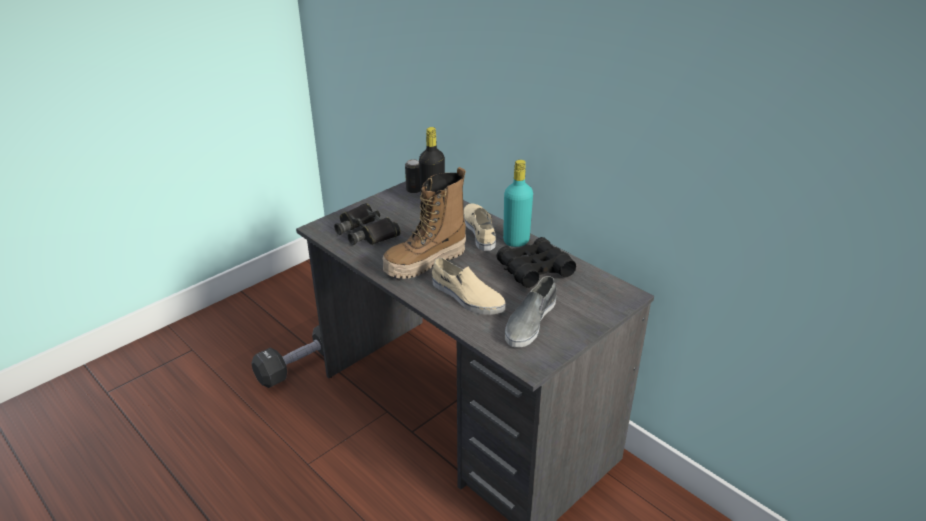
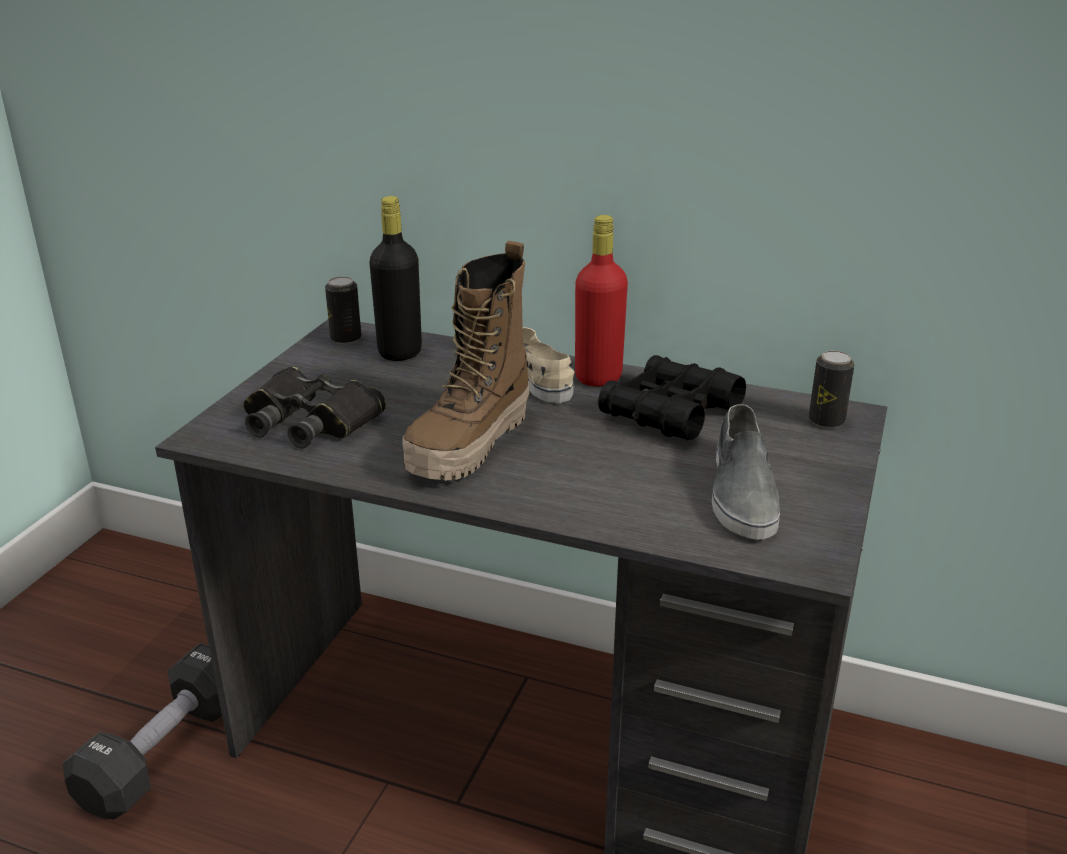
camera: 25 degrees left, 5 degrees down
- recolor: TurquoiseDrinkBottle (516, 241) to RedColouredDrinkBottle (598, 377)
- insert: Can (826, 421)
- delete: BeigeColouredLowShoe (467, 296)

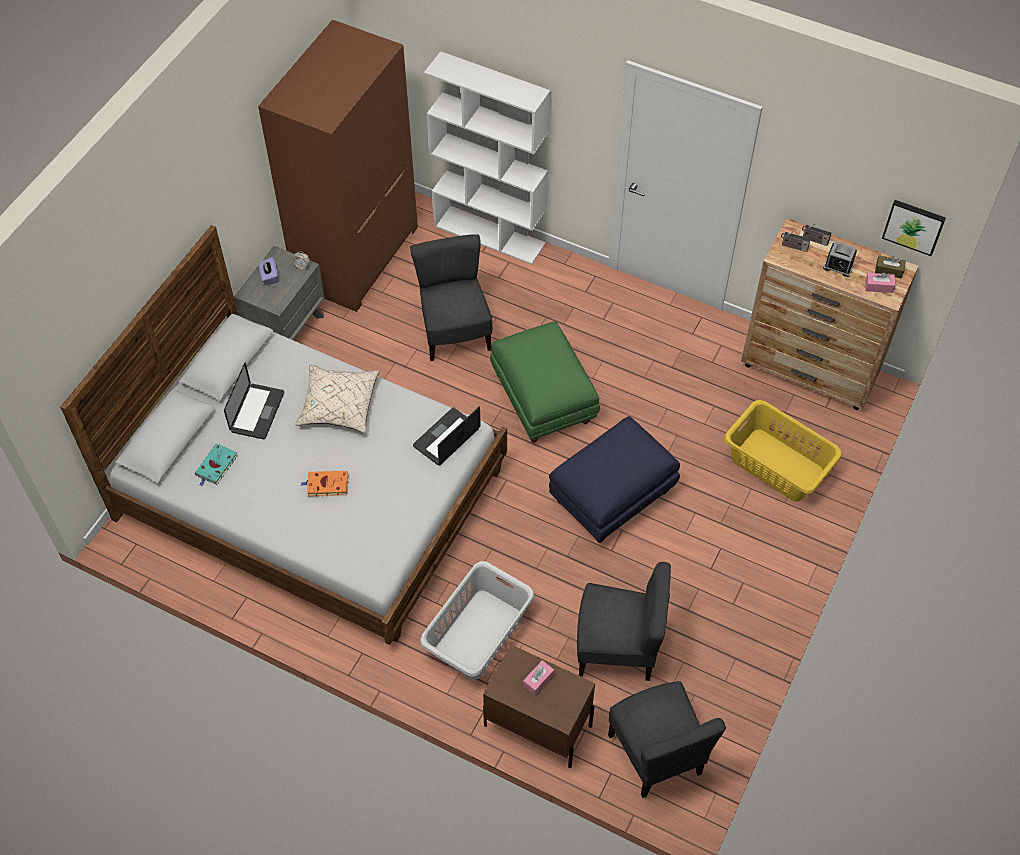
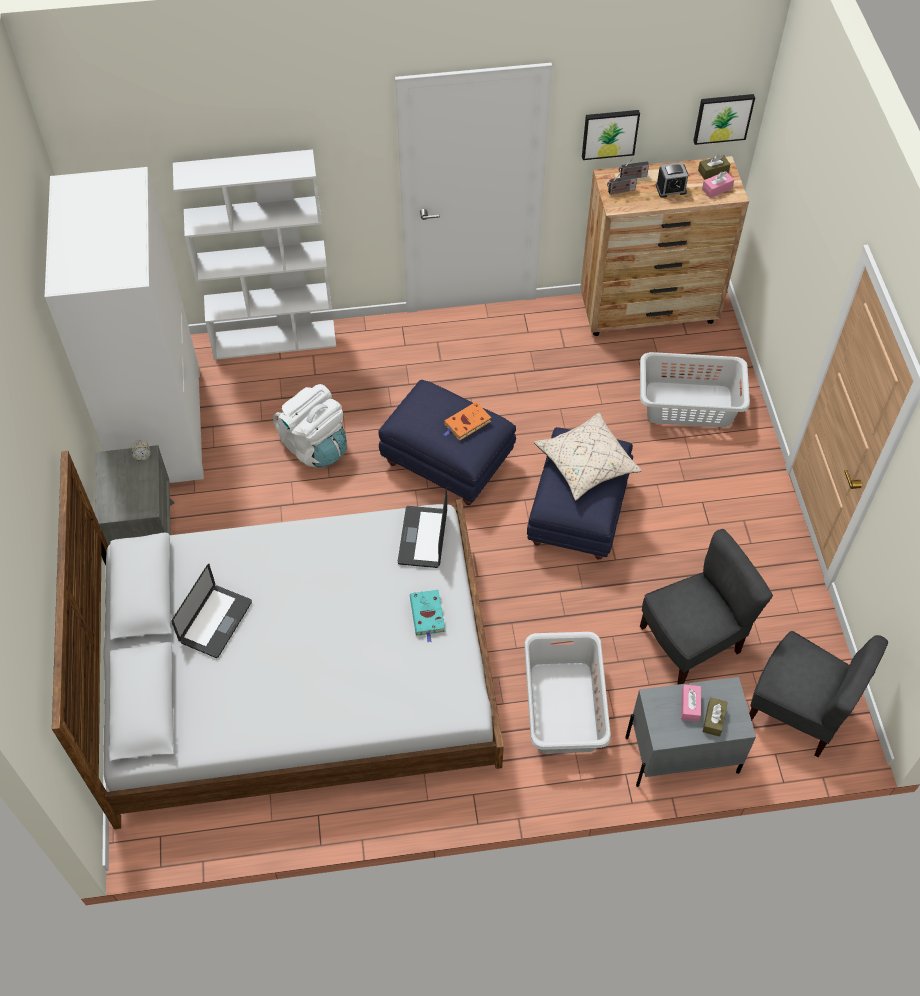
camera: 35 degrees left, 0 degrees up
- recolor: BrownishClothesCupboard (356, 255) to WhitishClothesCupboard (158, 426)
- rotate: Laptop (257, 412) = (216, 622) 45 degrees clockwise
- replace: GreyishChair (454, 332) to WhitishRucksack (315, 446)
- recolor: GreenOttoman (544, 401) to BlueOttoman (448, 462)
- move: TurquoiseVolume (216, 467) to (428, 615)
- move: OrangeColouredVolume (326, 485) to (466, 423)
- move: BeigeColouredCushion (338, 405) to (586, 464)
- insert: WallArt (609, 133)
- recolor: BrownishBedsideTable (537, 725) to GreyishBedsideTable (681, 754)
- recolor: YellowLaundryBasket (777, 466) to GreyishLaundryBasket (689, 405)
- insert: BrownishTissueBox (713, 719)
- delete: PurplishTissueBox (269, 276)

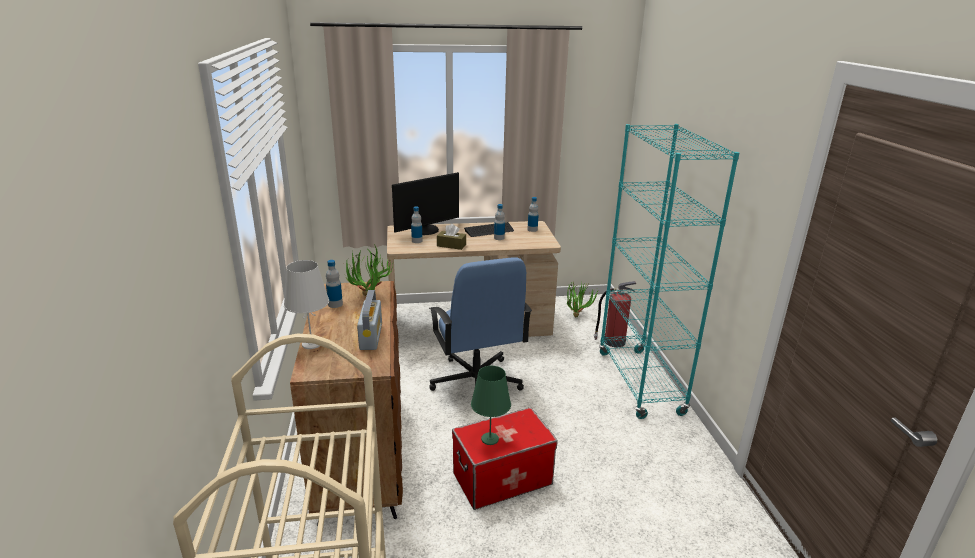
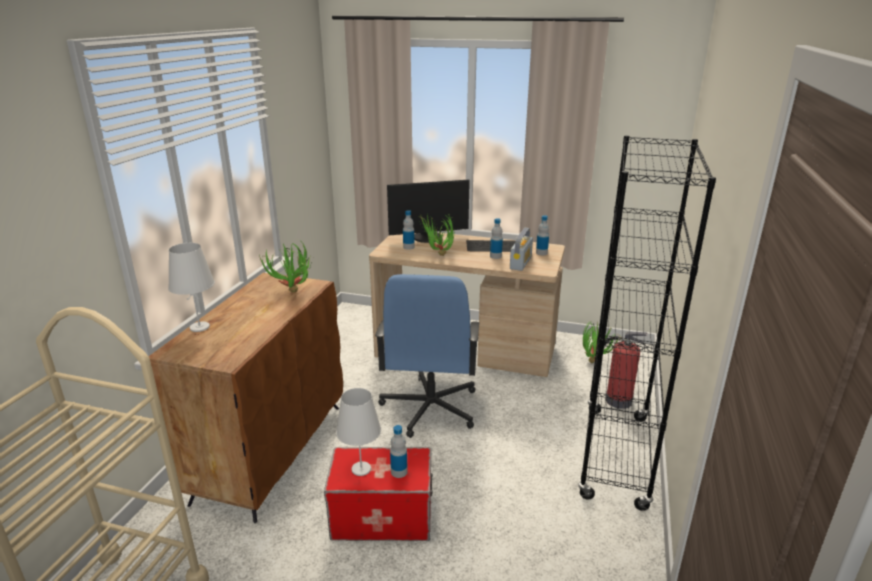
camera: 25 degrees right, 0 degrees up
- recolor: GreenLampForATable (490, 439) to WhitishLampForATable (361, 469)
- move: DrinkBottle (335, 304) to (399, 472)
- replace: BrownishTissueBox (451, 245) to PottedPlant (438, 256)
- move: RadioReceiver (371, 336) to (520, 263)
- recolor: TurquoiseBookshelf (639, 383) to BlackishBookshelf (615, 456)

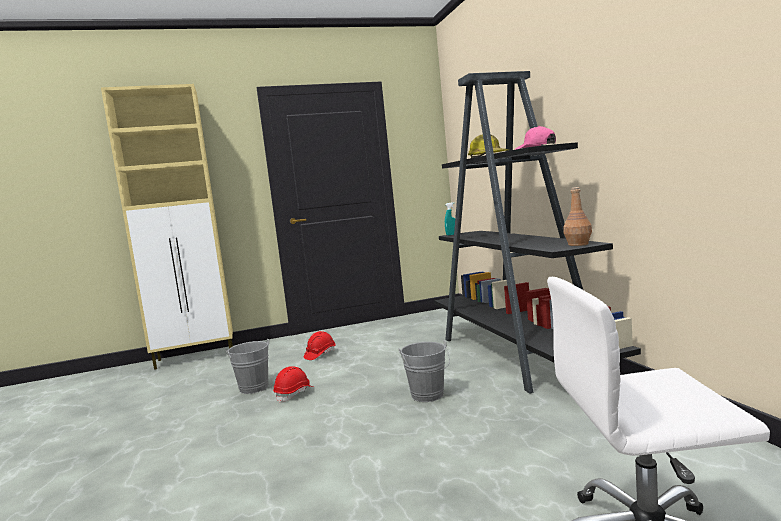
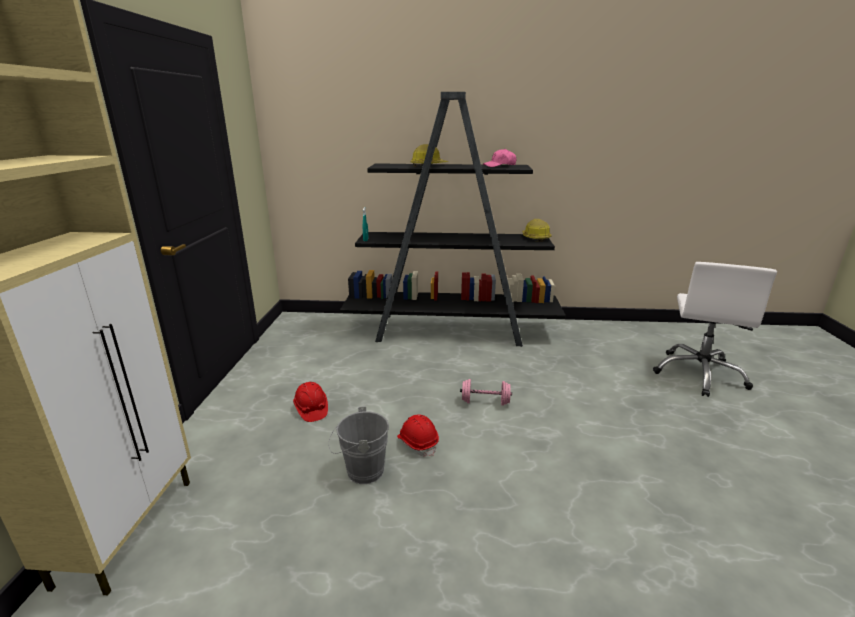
camera: 70 degrees left, 15 degrees up
- insert: PinkishFreeWeight (485, 402)
- replace: BrownishDrinkBottle (577, 244) to SafetyHelmet (535, 238)
- delete: GreyishBucket (428, 396)

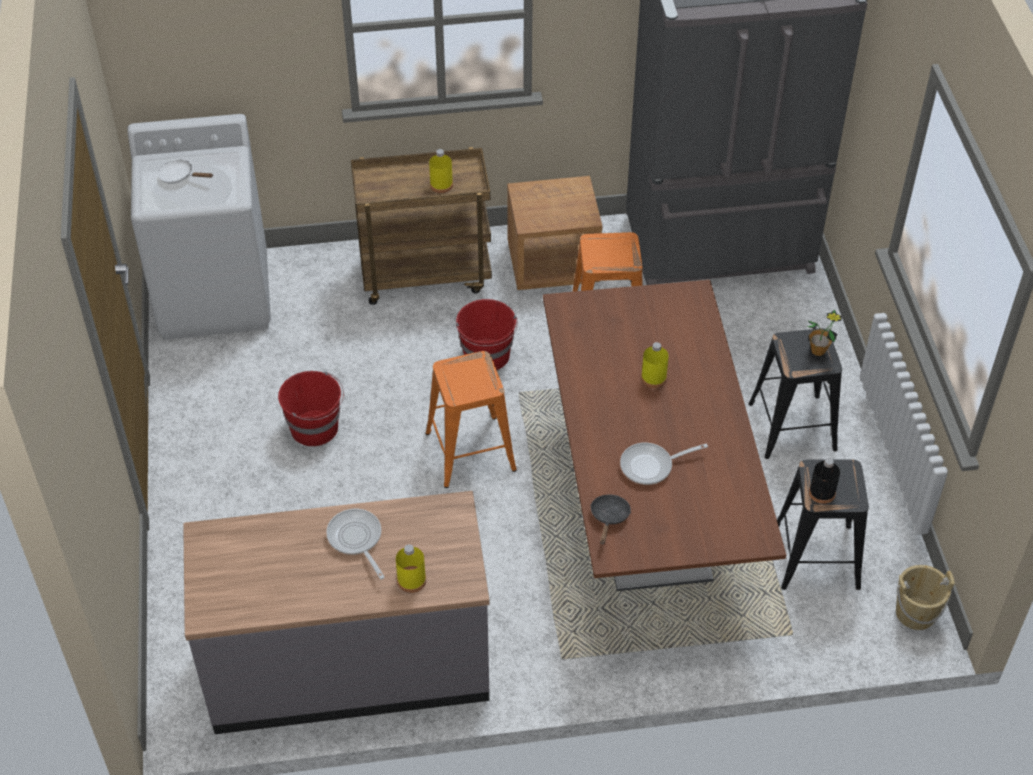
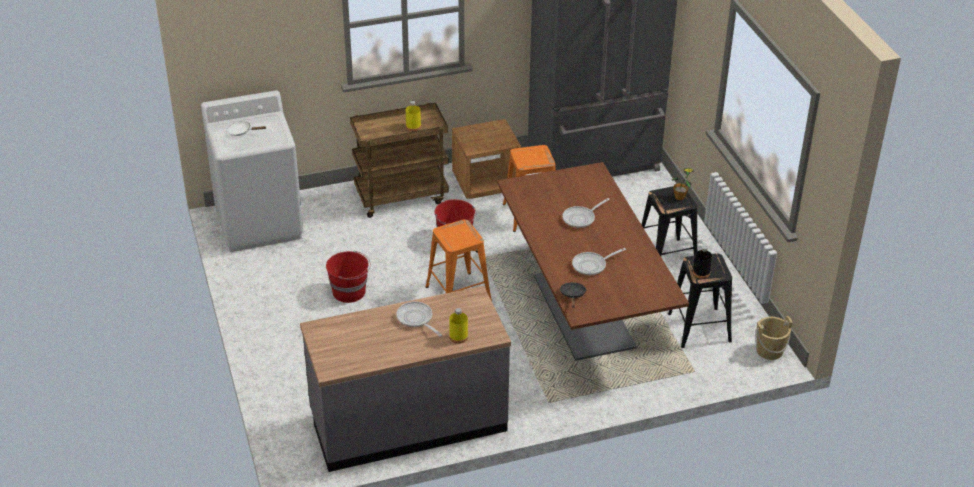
camera: 10 degrees left, 10 degrees down
- replace: YellowDrinkBottle (653, 378) to Pan (581, 218)

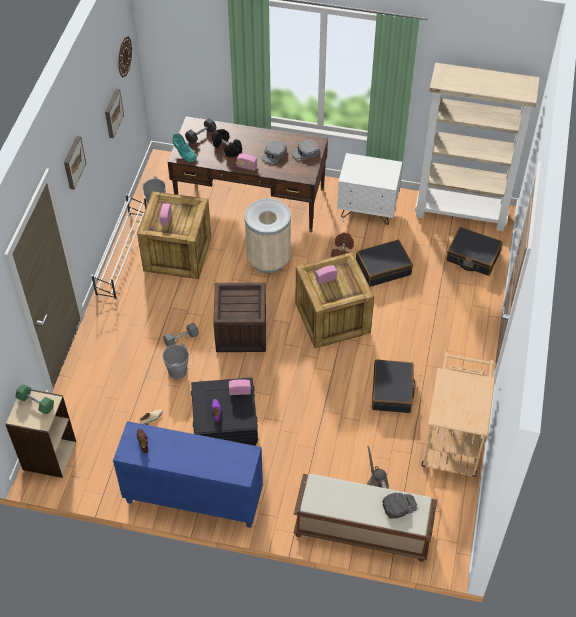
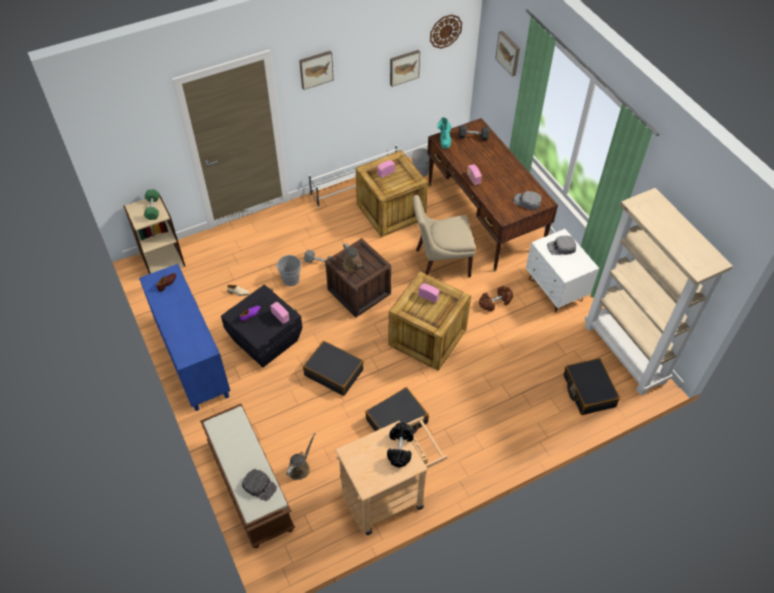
camera: 50 degrees right, 0 degrees up
- move: BlackishSuitcase (383, 268) to (334, 372)
- insert: BrownishWateringPot (353, 266)
- move: BlackishFreeWeight (226, 148) to (400, 448)
- replace: BeigeColouredWasteBin (268, 259) to BeigeColouredChair (440, 263)
- insert: WallArt (509, 53)
- move: GreyishCap (274, 154) to (561, 247)

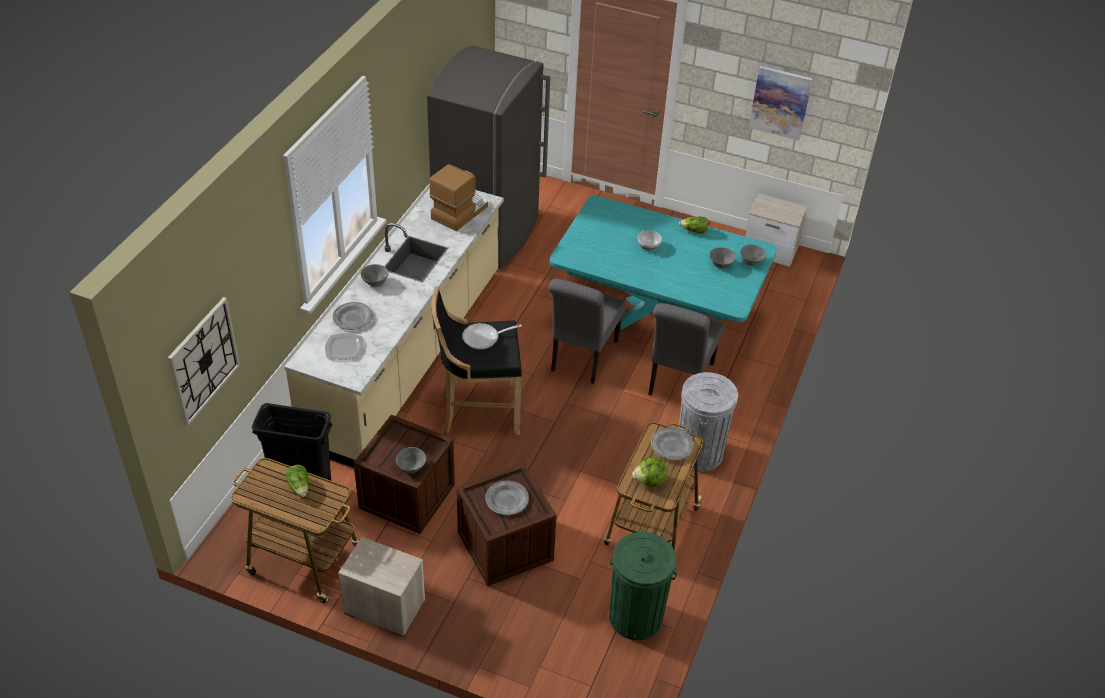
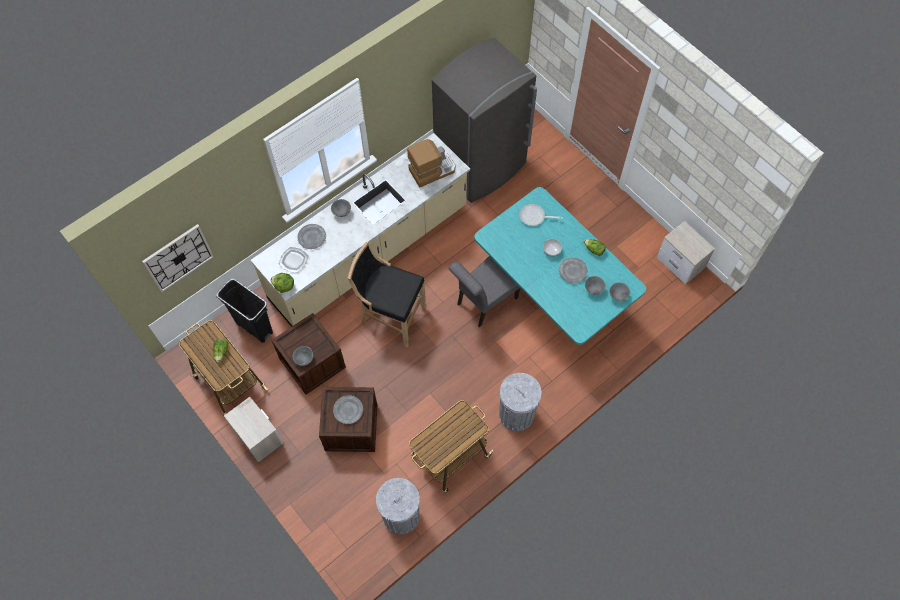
camera: 30 degrees right, 20 degrees up
- move: Lettuce (650, 481) to (284, 286)
- recolor: GreenWasteBin (635, 617) to GreyishWasteBin (401, 516)
- move: Pan (484, 338) to (534, 217)
- move: GreyishDinnerPlate (672, 445) to (573, 271)
- delete: GreyishChair (678, 382)
- delete: WallArt (780, 102)

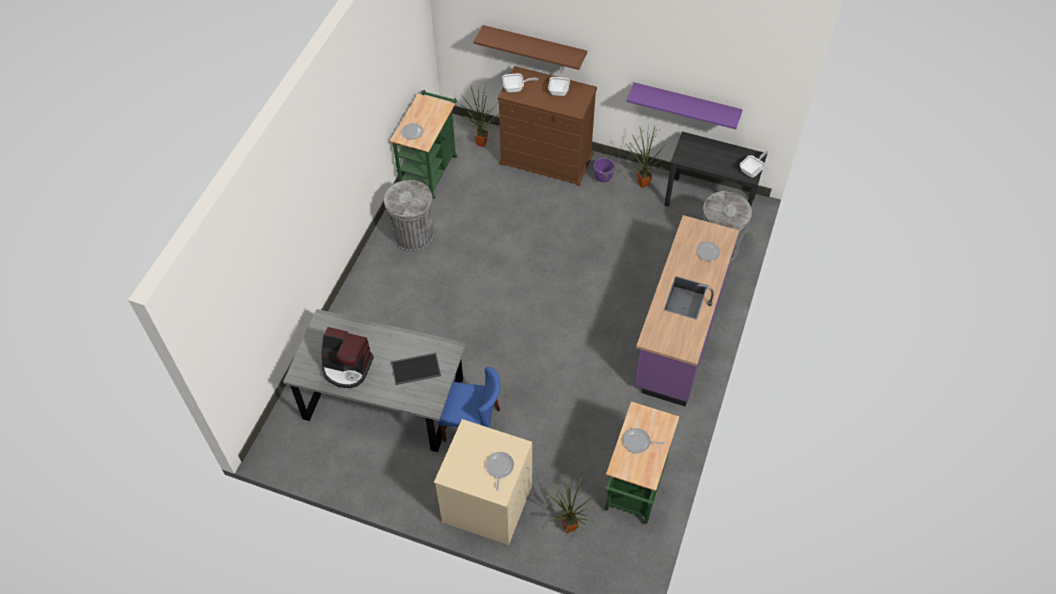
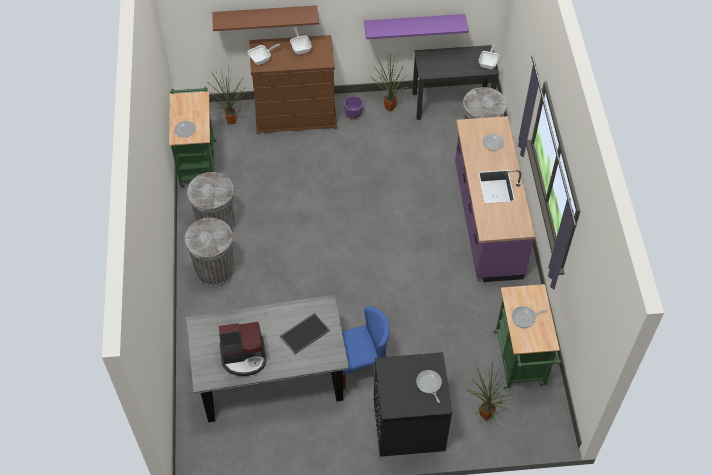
camera: 25 degrees left, 0 degrees up
- insert: GreyishWasteBin (215, 270)
- recolor: BeigeColouredWashingMachine (486, 503) to BlackishWashingMachine (408, 425)

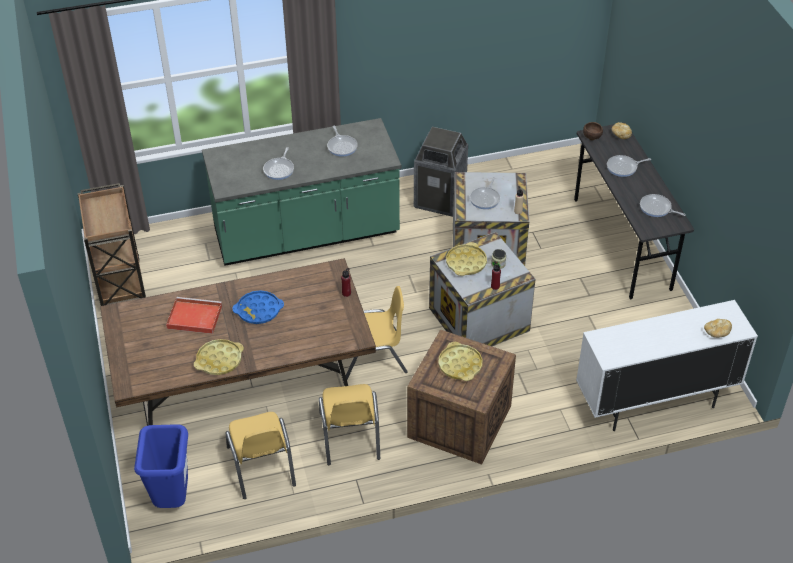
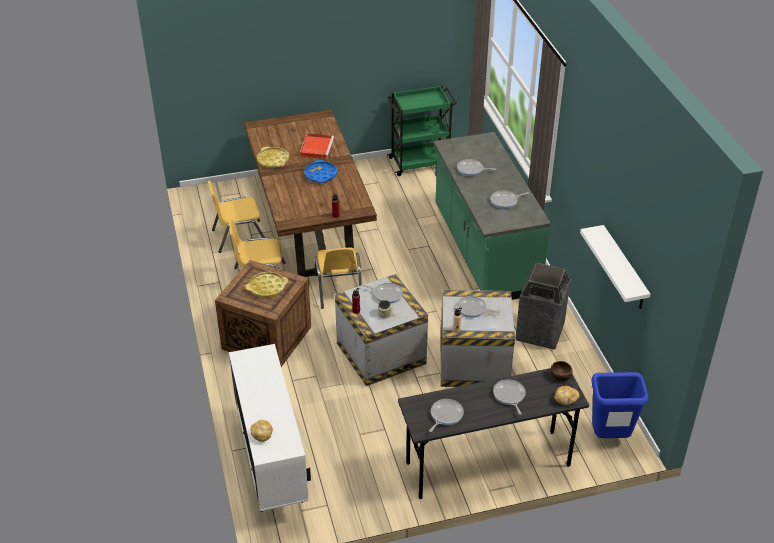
camera: 90 degrees right, 5 degrees down
- replace: YellowTray (466, 263) to Pan (386, 294)
- recolor: BrownishWheeledCart (121, 285) to GreenWheeledCart (420, 162)
- insert: WhitishBracketShelf (624, 269)
- move: BlueWasteBin (172, 500) to (609, 437)

